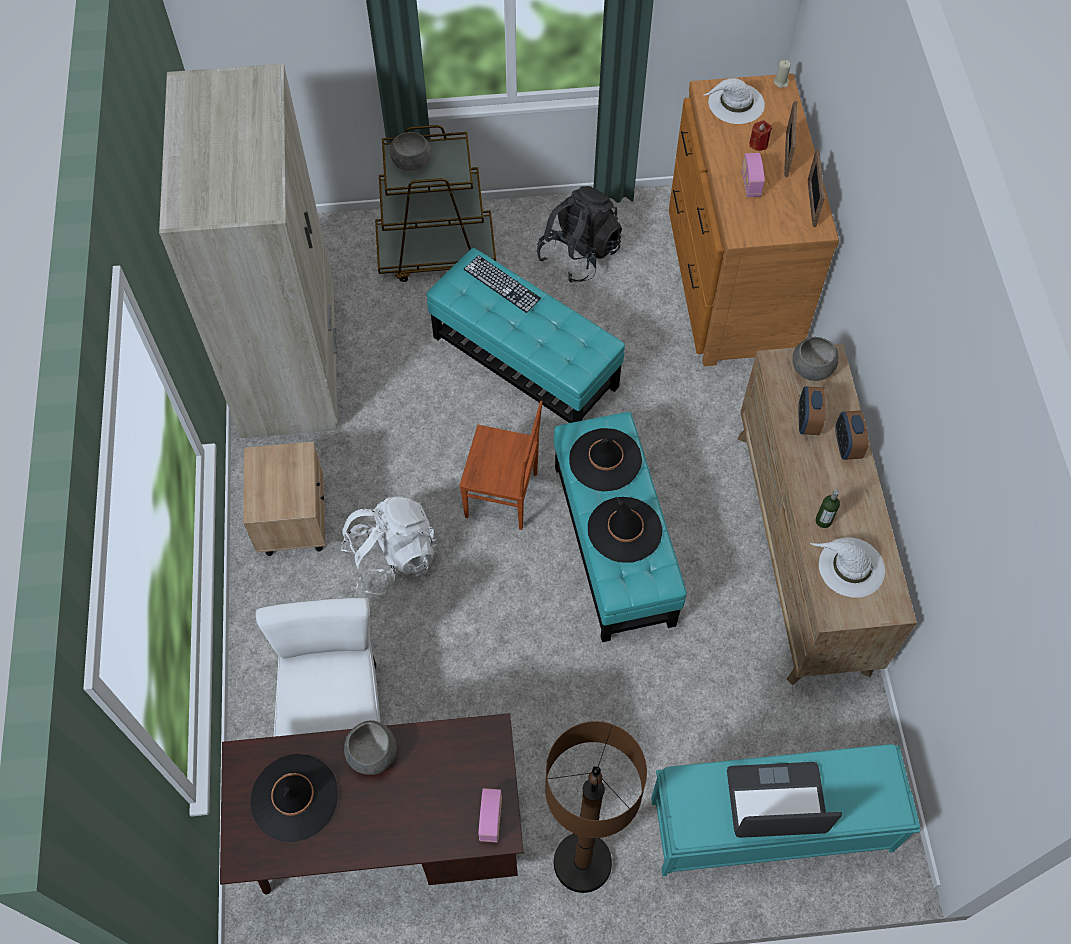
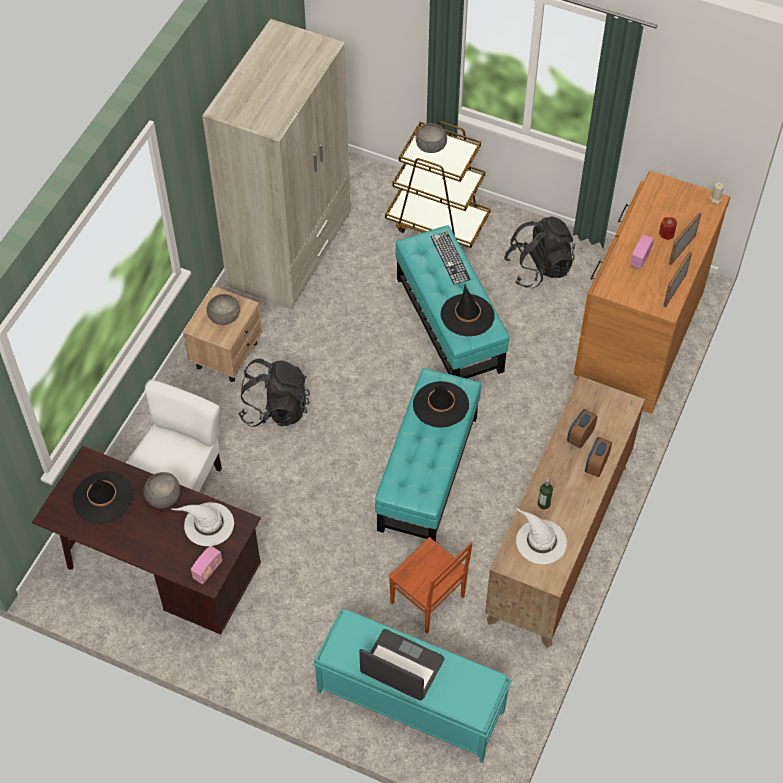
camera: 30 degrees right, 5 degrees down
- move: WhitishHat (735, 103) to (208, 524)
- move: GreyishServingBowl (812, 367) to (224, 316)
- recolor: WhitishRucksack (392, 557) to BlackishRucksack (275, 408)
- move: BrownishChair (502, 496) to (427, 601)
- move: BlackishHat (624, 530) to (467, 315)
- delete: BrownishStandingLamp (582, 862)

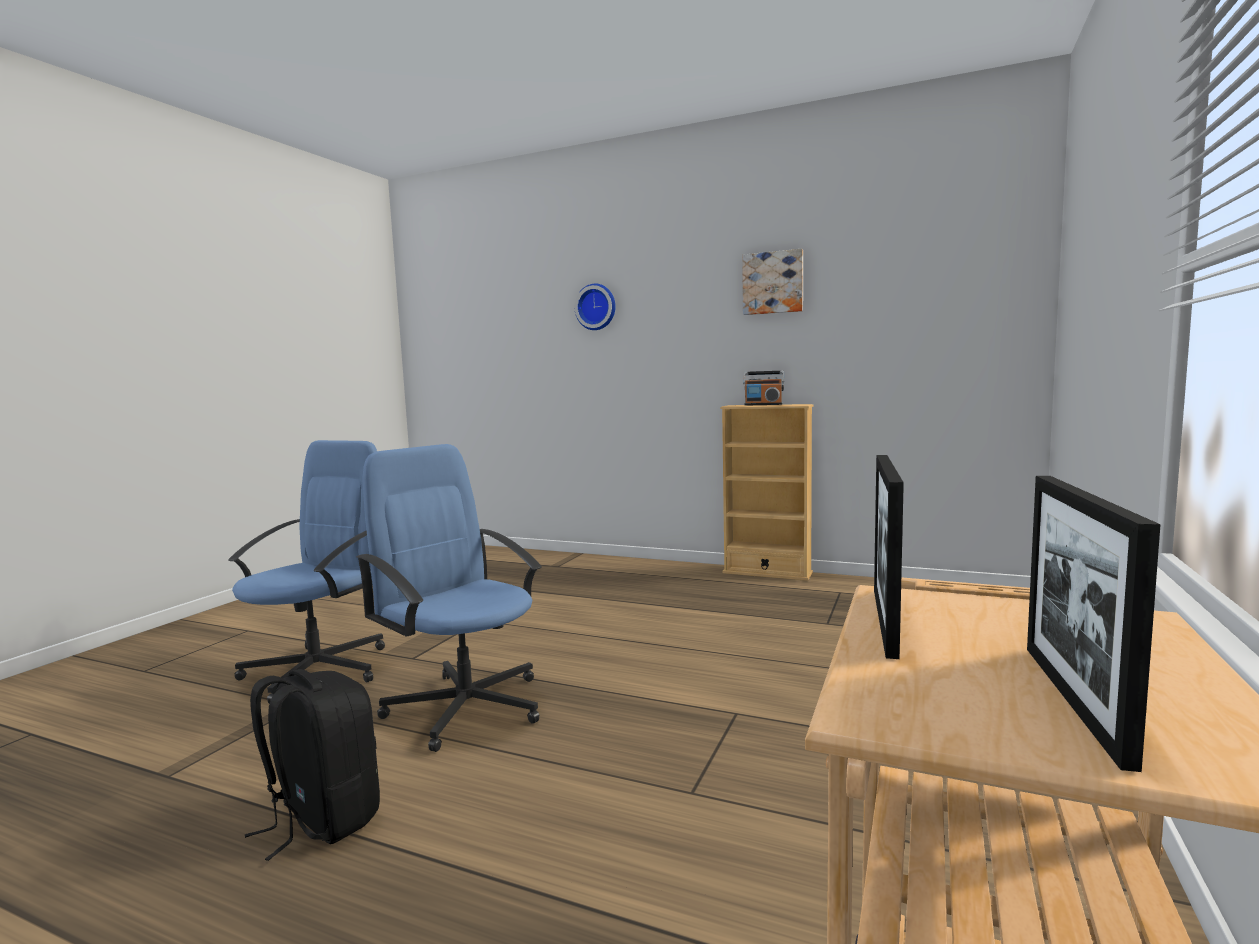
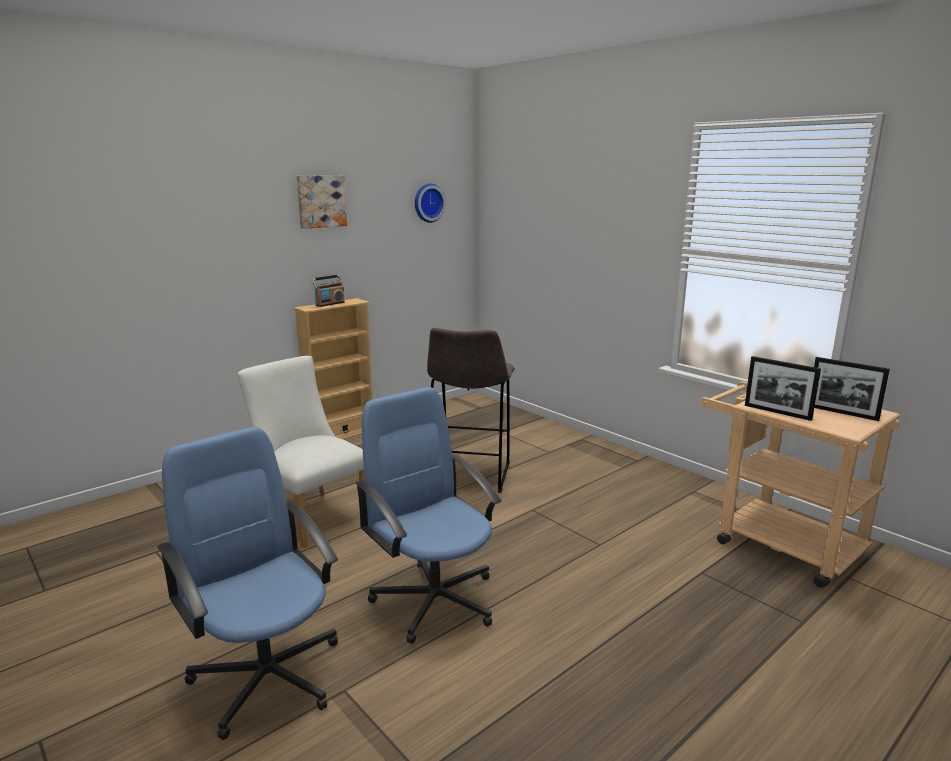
camera: 65 degrees left, 10 degrees up
- insert: WhitishChair (311, 515)
- rotate: BlueDeskChair (466, 706) = (434, 599) 75 degrees clockwise
- move: ClockOnTheWall (596, 307) to (428, 203)
- insert: GreyishStoolSeat (470, 477)
- delete: BlackishRucksack (322, 819)

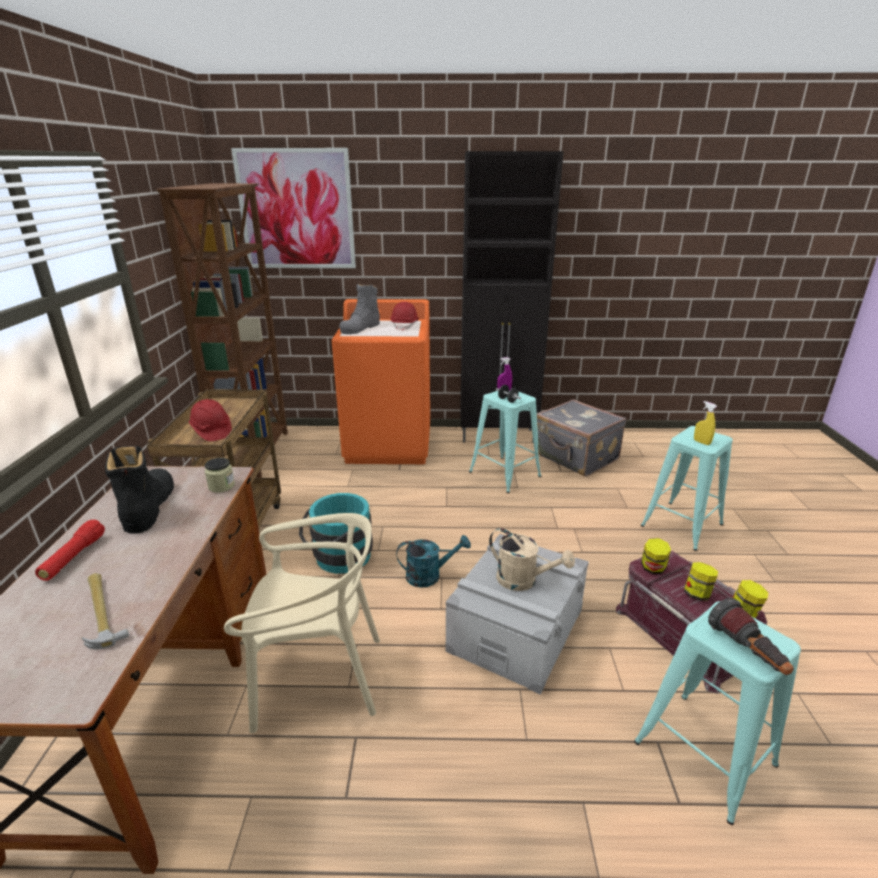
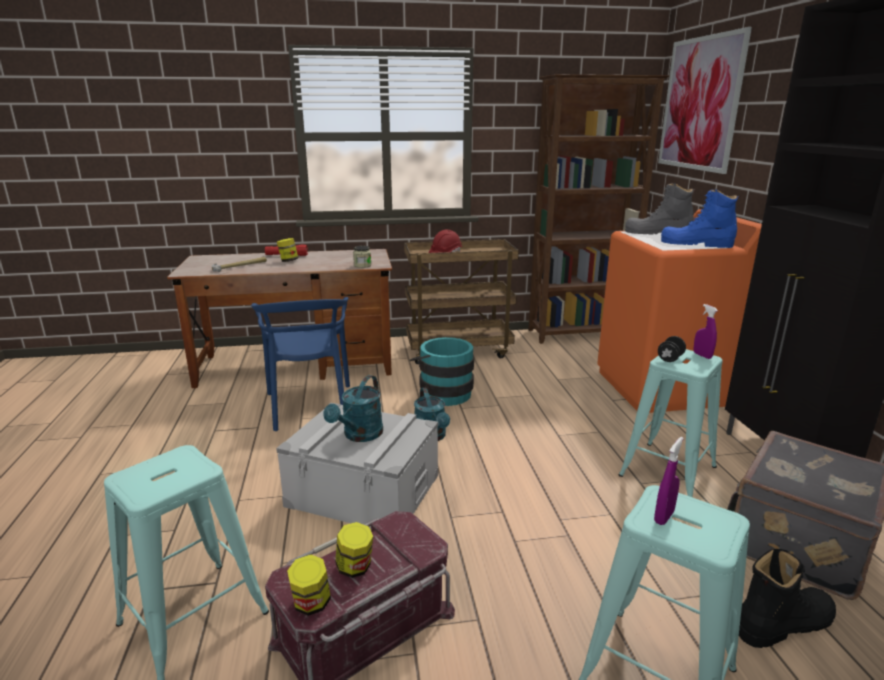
camera: 80 degrees right, 5 degrees down
- recolor: BeigeColouredChair (318, 677) to BlueChair (309, 406)
- move: StorageJar (652, 568) to (288, 261)
- recolor: BeigeColouredWateringPot (523, 581) to TurquoiseWateringPot (359, 436)
- recolor: YellowSprayer (701, 442) to PurplishSprayer (664, 517)
- replace: RedColouredSafetyHelmet (405, 326) to BlueHighTopBoot (696, 244)
- move: BlackishHighTopBoot (149, 506) to (783, 623)
- delete: Torch (747, 653)

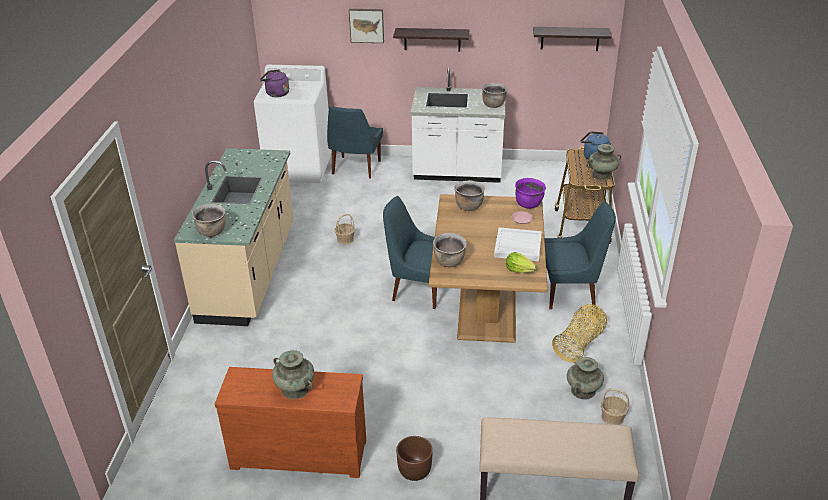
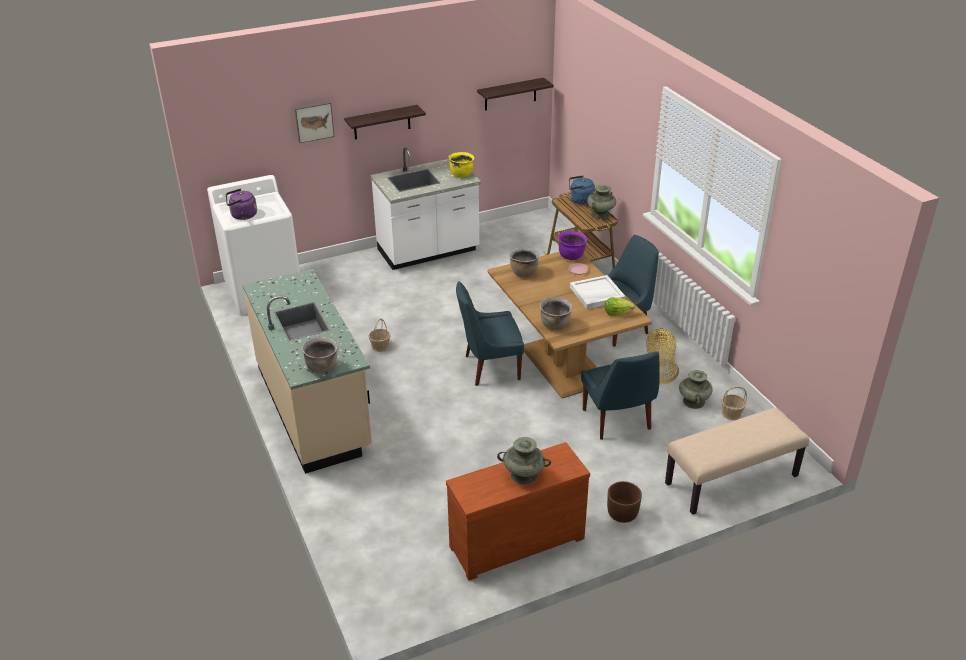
camera: 30 degrees left, 0 degrees up
- recolor: BrownishStockpot (493, 105) to YellowStockpot (461, 174)
- move: BlueChair (355, 168) to (617, 421)

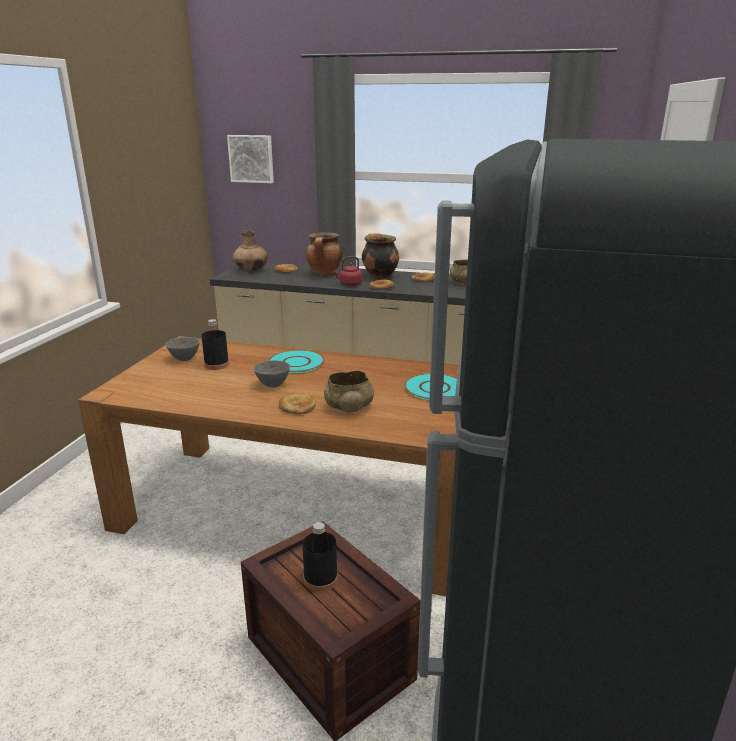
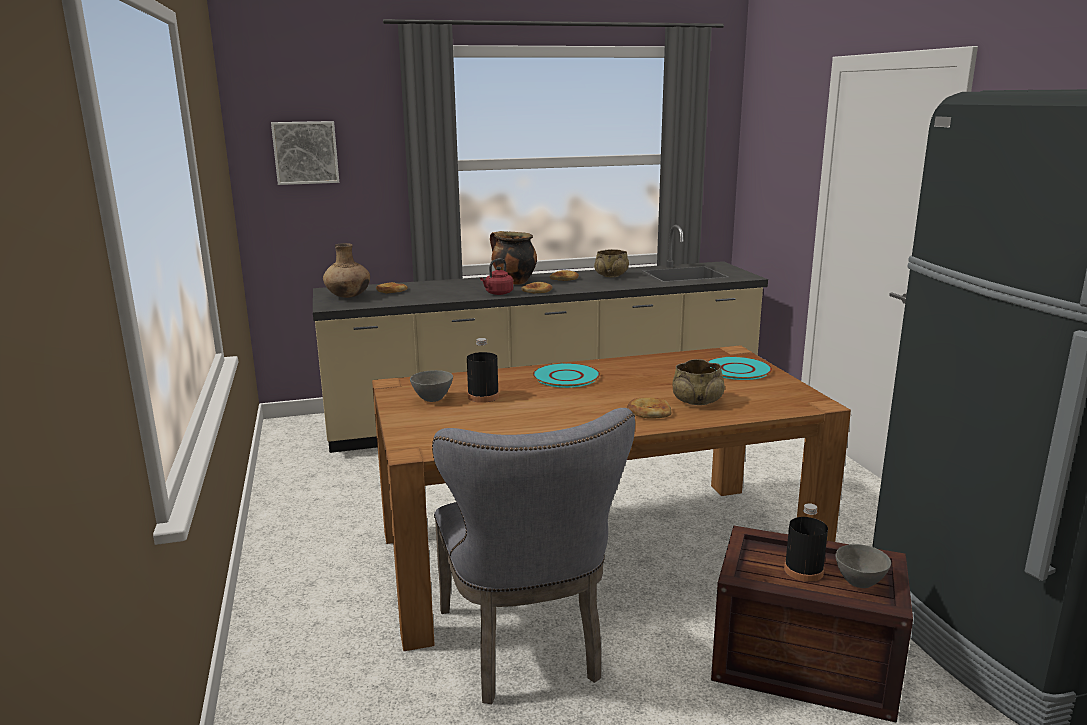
camera: 30 degrees left, 5 degrees down
- insert: GreyishChair (526, 649)
- move: GreyishServingBowl (272, 385) to (859, 583)
- delete: Stockpot (324, 274)

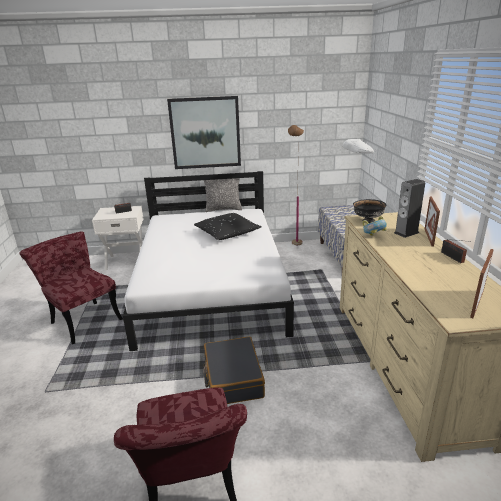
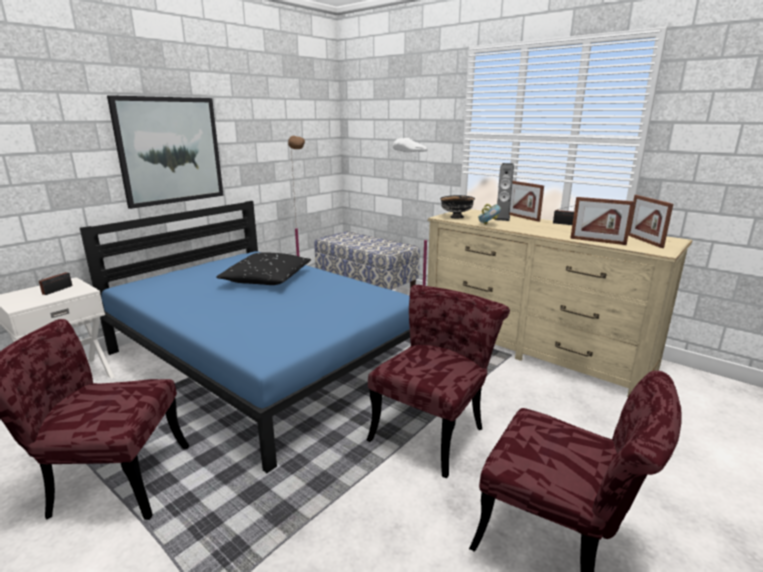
camera: 45 degrees left, 5 degrees down
- recolor: WhitishBedroomBed (211, 287) to BlueBedroomBed (263, 360)
- replace: BlackishSuitcase (232, 378) to RedColouredChair (433, 428)
- insert: StandingFrame (597, 241)
- delete: Cushion (223, 209)

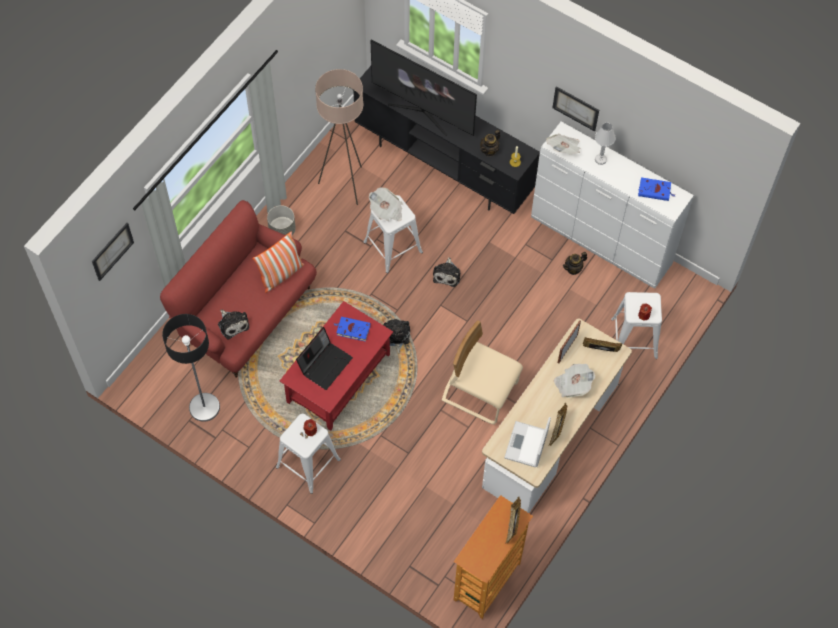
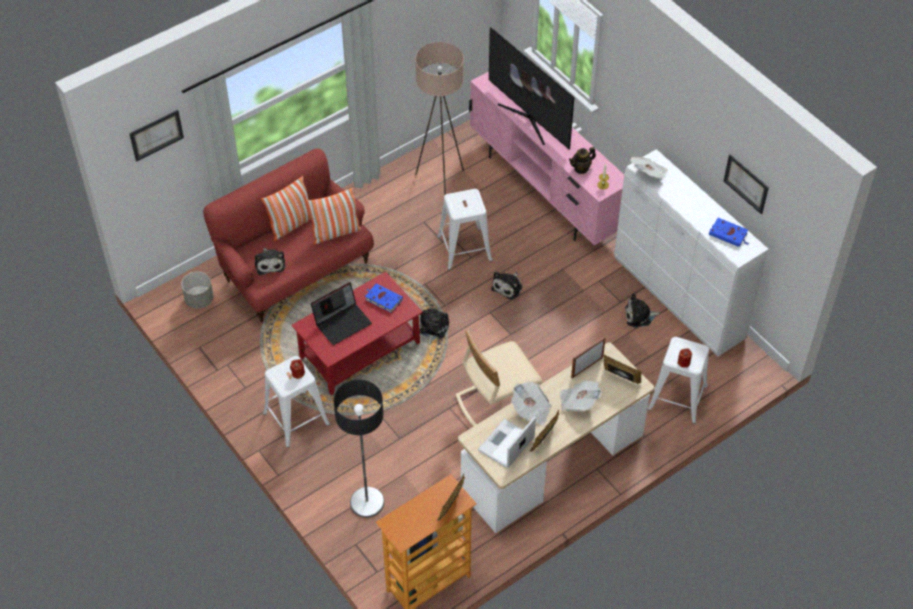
camera: 20 degrees right, 10 degrees down
- move: GreyishPlantPot (282, 230) to (199, 299)
- insert: Cushion (291, 225)
- move: StandingLamp (204, 407) to (366, 502)
- rotate: BeigeColouredChair (480, 392) = (496, 402) 75 degrees counterclockwise
- recolor: BlackishTvStand (444, 166) to PinkishTvStand (545, 191)
- move: DailyPaper (386, 210) to (531, 410)
- replace: Teapot (573, 269) to CuddlyToy (639, 316)
- move: WallArt (576, 108) to (746, 183)
- delete: WhitishLampForATable (600, 159)

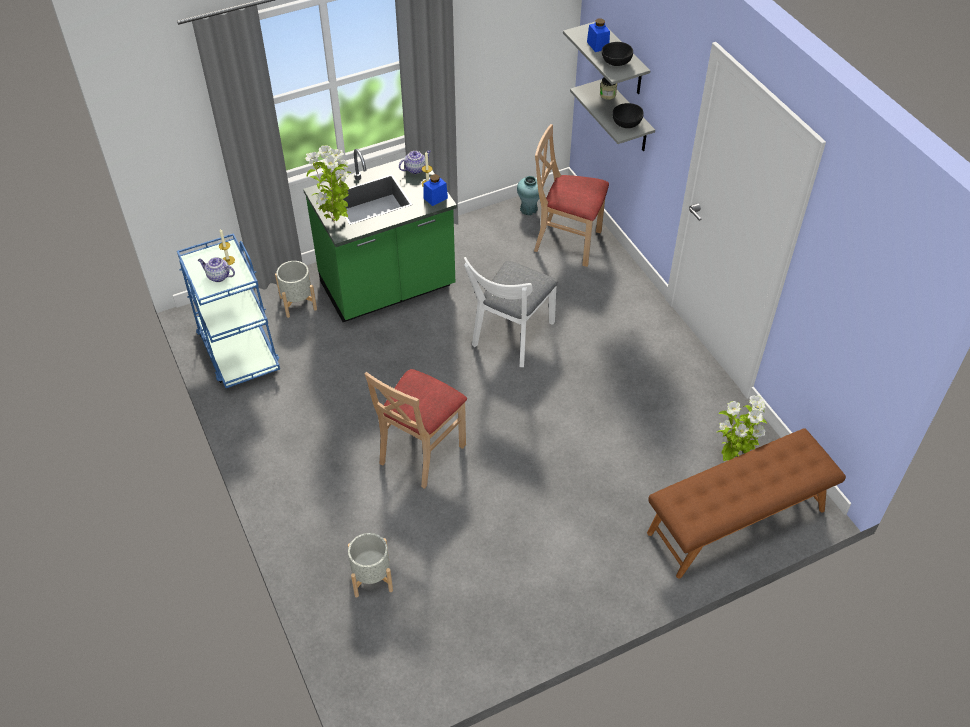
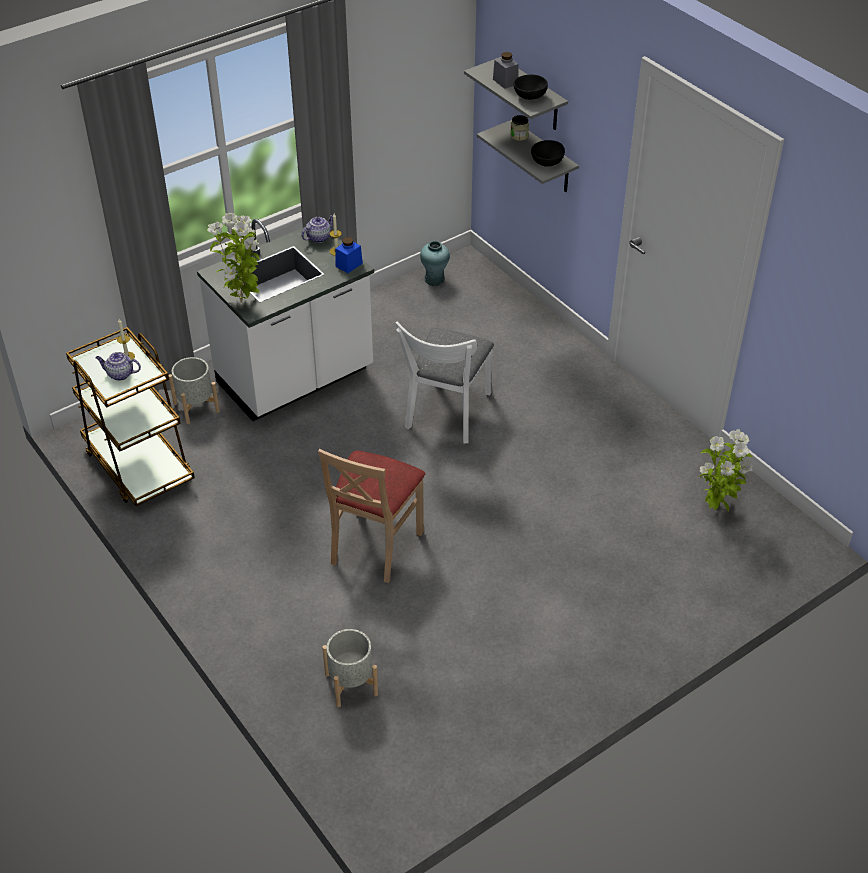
camera: 10 degrees left, 5 degrees down
- recolor: BlueWheeledCart (238, 350) to BrownishWheeledCart (138, 465)
- recolor: GreenCounter (388, 288) to WhitishCounter (296, 379)
- recolor: BlueStorageJar (597, 45) to GreyishStorageJar (505, 81)
- delete: BeigeColouredChair (567, 242)
- delete: BrownishBench (737, 522)

